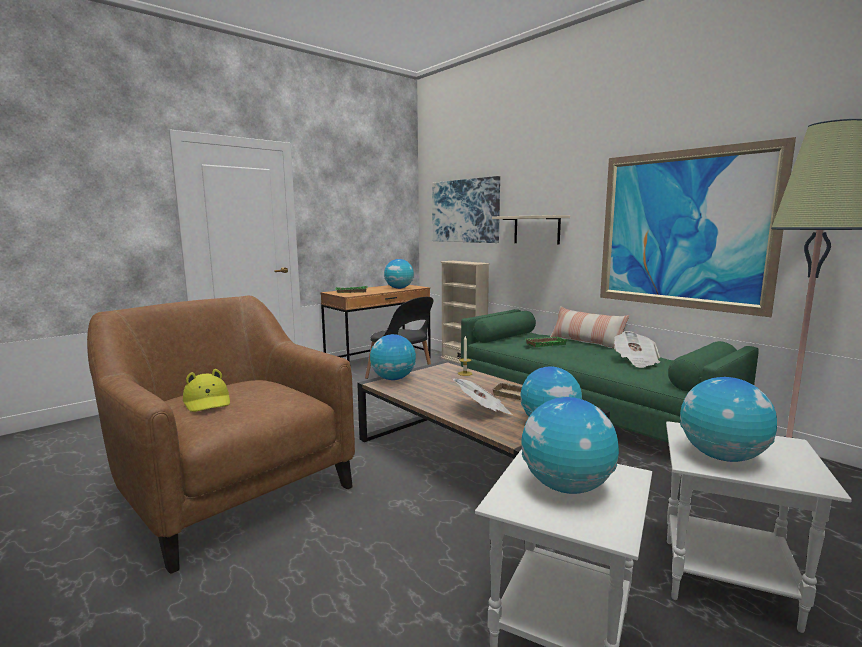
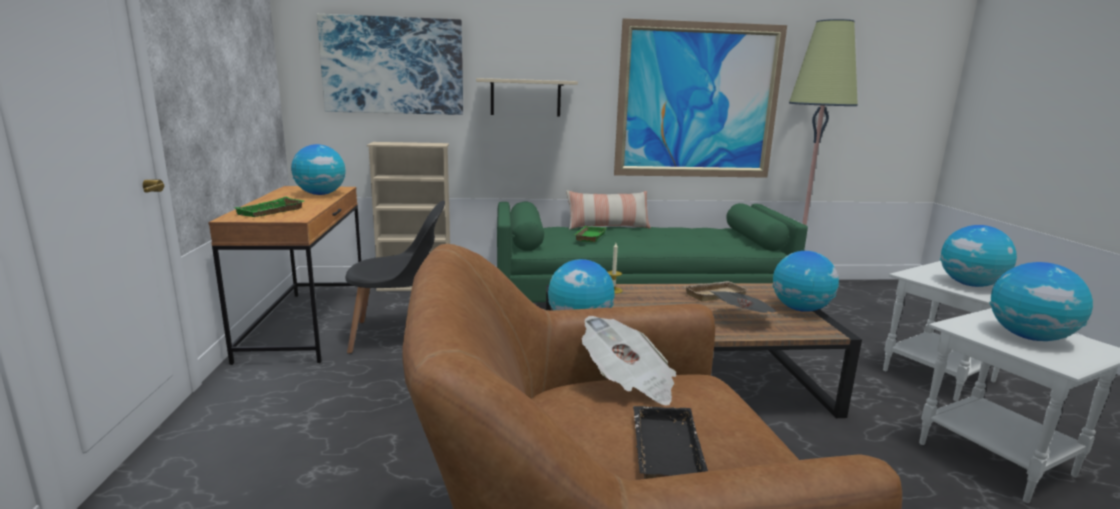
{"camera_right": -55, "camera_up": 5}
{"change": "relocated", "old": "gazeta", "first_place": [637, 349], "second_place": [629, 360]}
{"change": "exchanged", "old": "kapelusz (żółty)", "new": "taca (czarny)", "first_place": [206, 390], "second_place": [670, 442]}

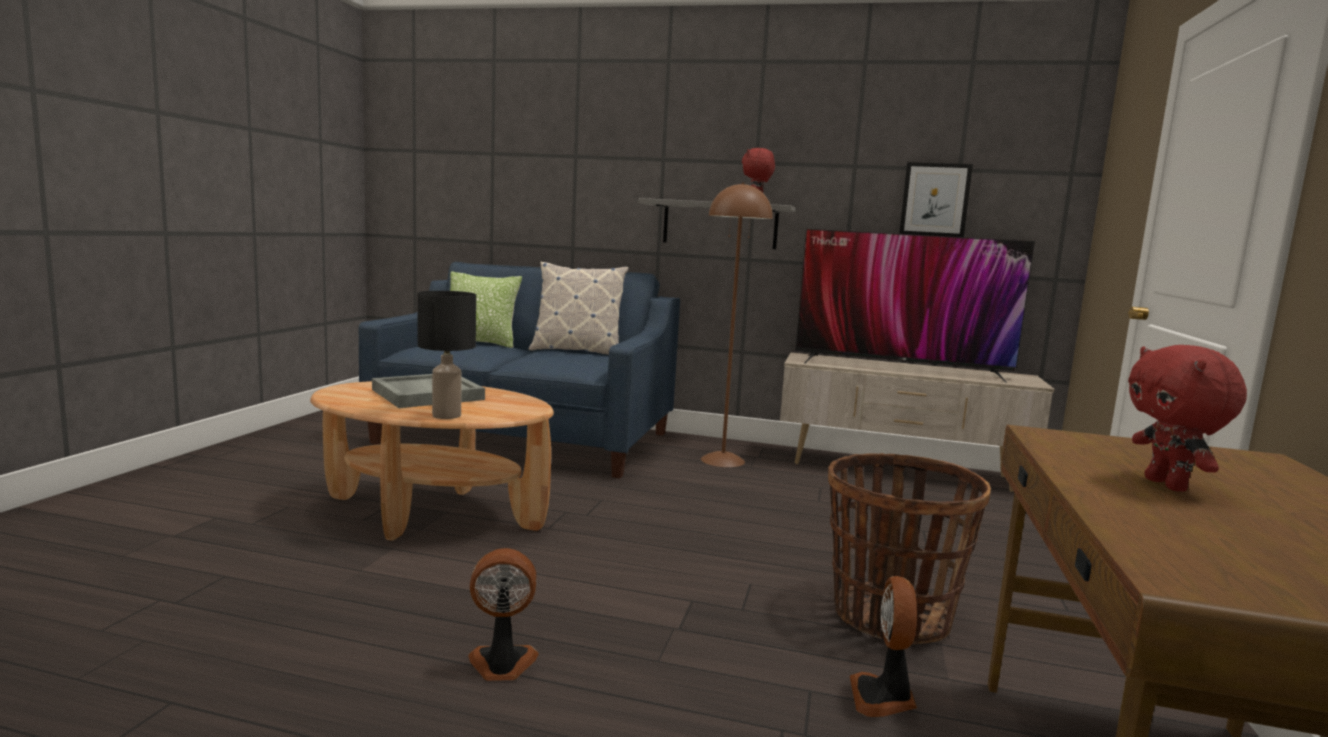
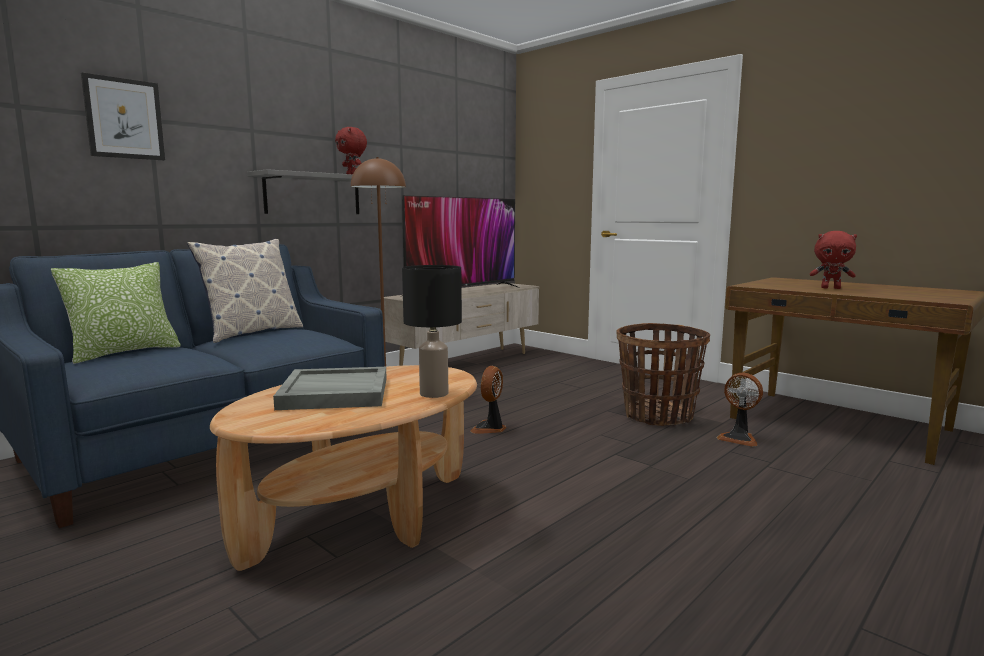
{"camera_right": -60, "camera_up": 0}
{"change": "relocated", "old": "wentylator", "first_place": [503, 614], "second_place": [488, 400]}
{"change": "relocated", "old": "obraz", "first_place": [936, 199], "second_place": [123, 116]}

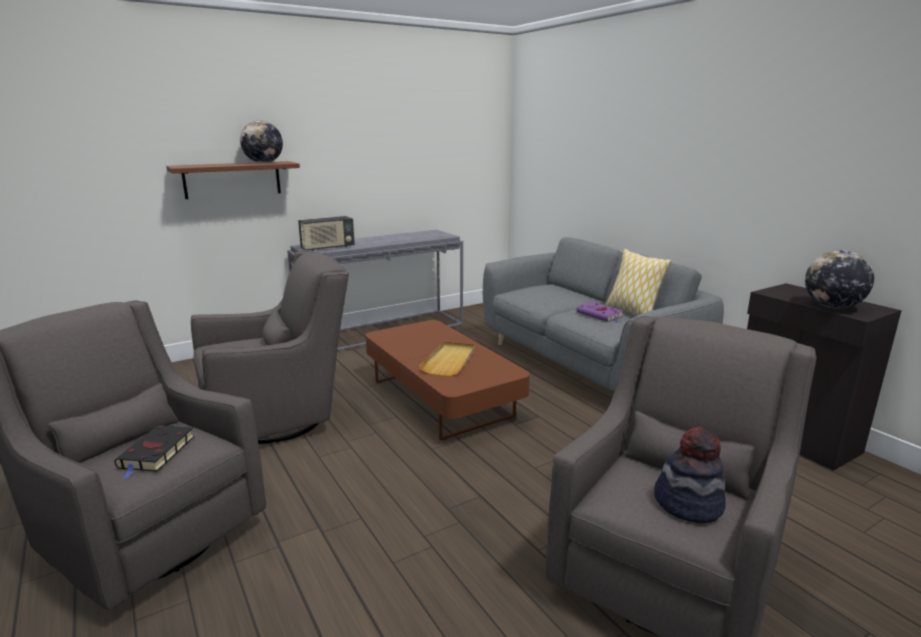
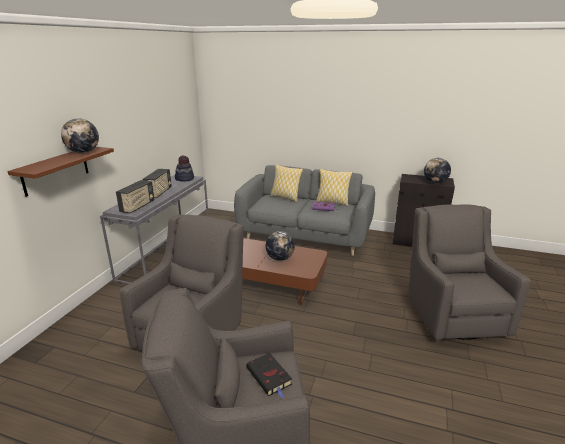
{"camera_right": -40, "camera_up": 5}
{"change": "appeared", "new": "radio", "second_place": [157, 183]}
{"change": "appeared", "new": "poduszka", "second_place": [286, 183]}
{"change": "relocated", "old": "kapelusz", "first_place": [690, 475], "second_place": [184, 168]}
{"change": "exchanged", "old": "taca (beżowy)", "new": "globus", "first_place": [447, 358], "second_place": [280, 246]}

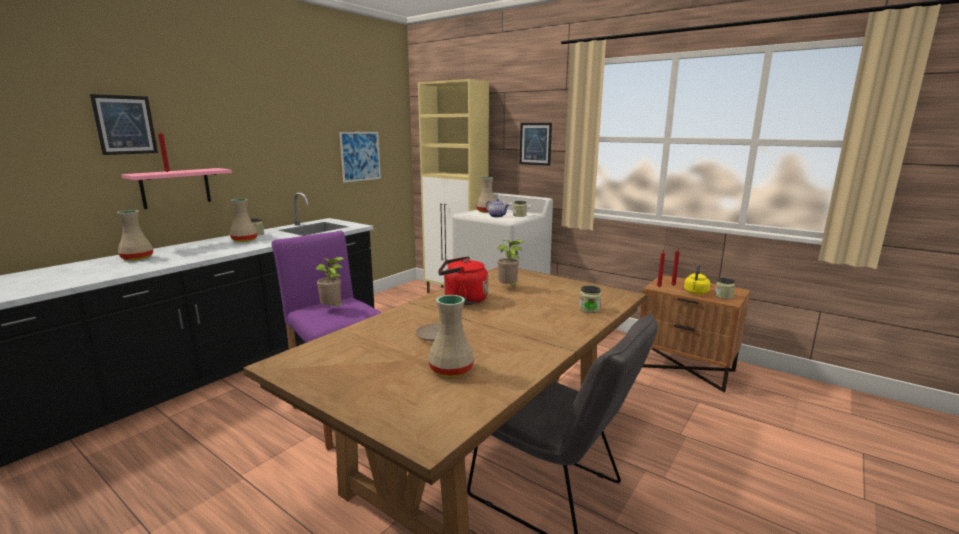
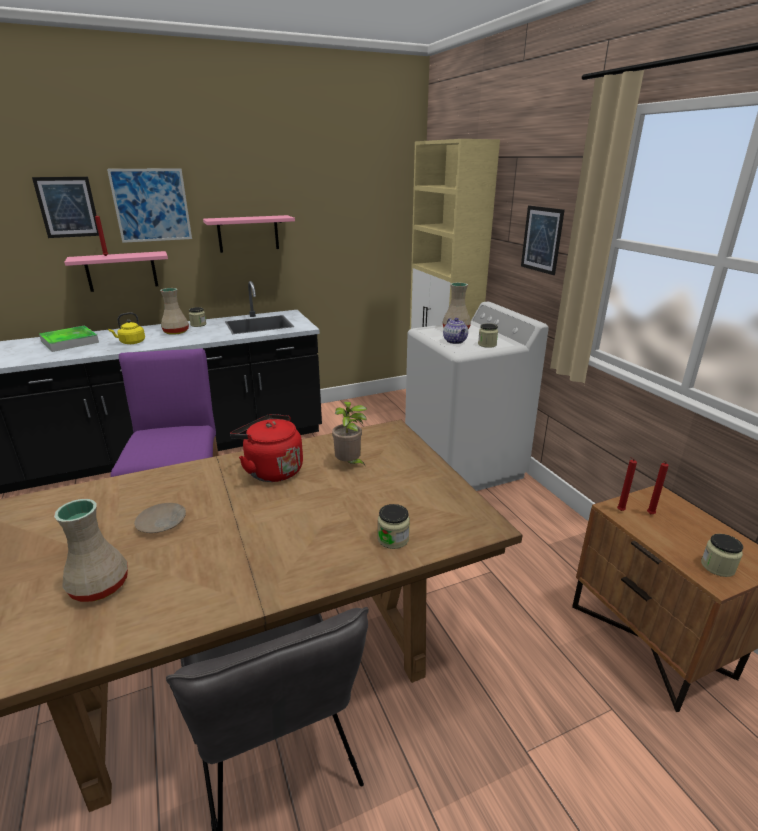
{"camera_right": 30, "camera_up": 10}
{"change": "missing", "old": "roślina doniczkowa", "first_place": [330, 281]}
{"change": "appeared", "new": "półka (różowy)", "second_place": [249, 234]}
{"change": "relocated", "old": "obraz", "first_place": [360, 157], "second_place": [149, 205]}
{"change": "relocated", "old": "czajnik (żółty)", "first_place": [697, 279], "second_place": [126, 328]}
{"change": "exchanged", "old": "wazon (beżowy)", "new": "taca", "first_place": [135, 235], "second_place": [69, 338]}

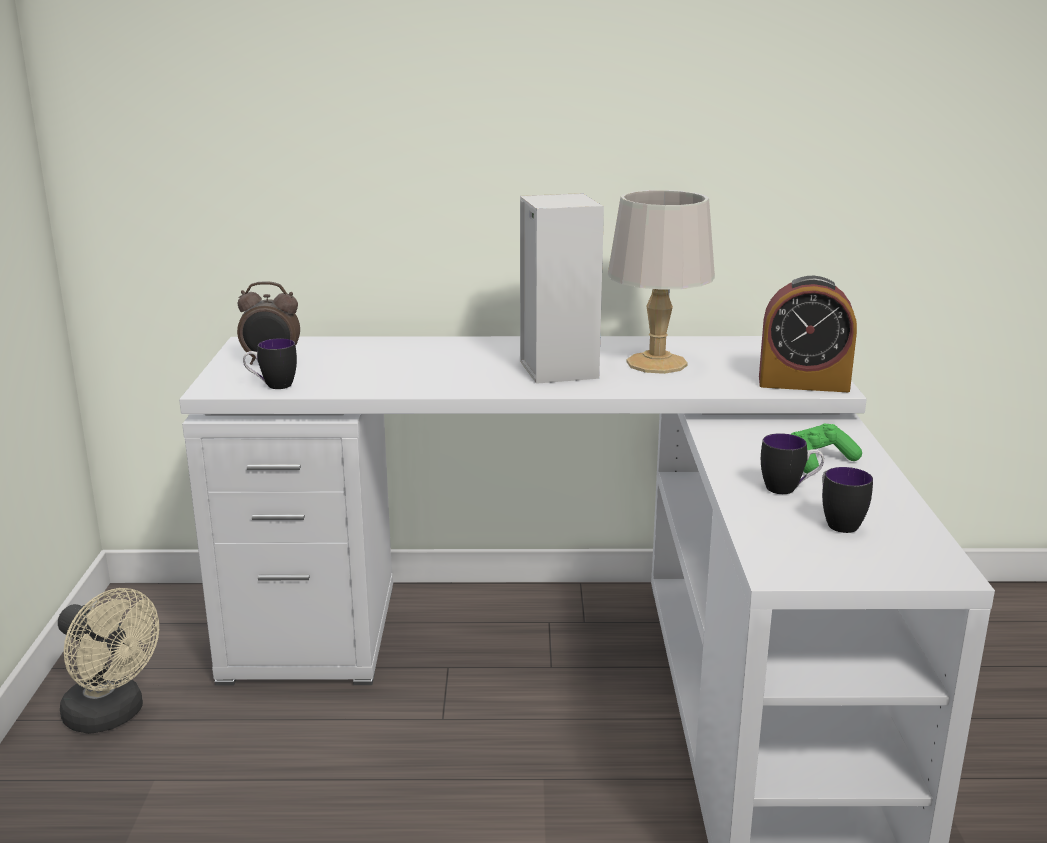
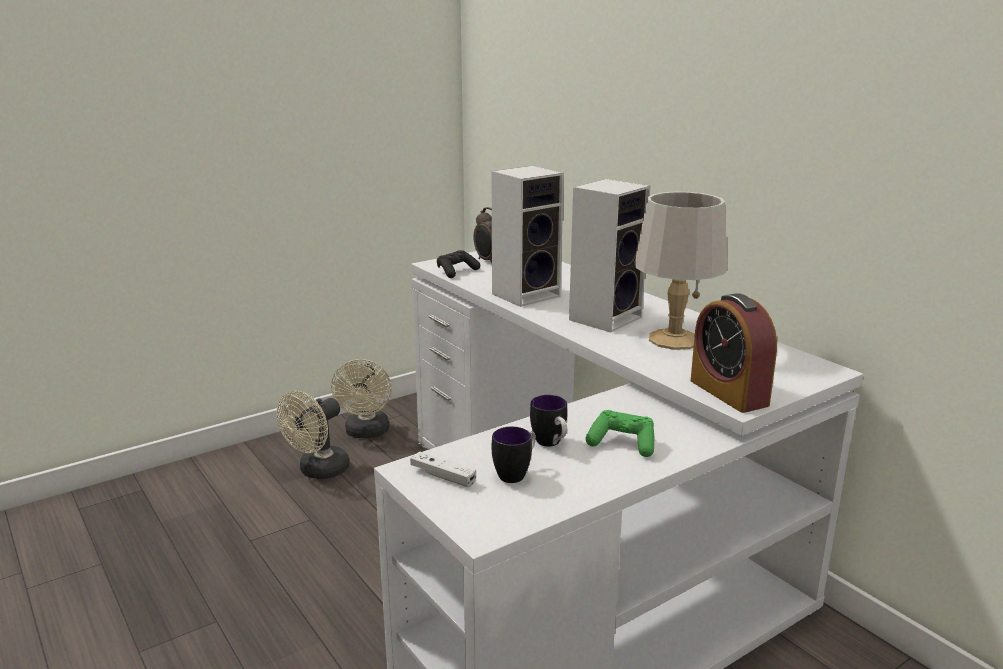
{"camera_right": 55, "camera_up": 0}
{"change": "appeared", "new": "wentylator (beżowy)", "second_place": [313, 435]}
{"change": "appeared", "new": "pad do gier (biały)", "second_place": [443, 469]}
{"change": "appeared", "new": "głośnik", "second_place": [528, 236]}
{"change": "exchanged", "old": "kubek", "new": "pad do gier (czarny)", "first_place": [270, 363], "second_place": [458, 264]}

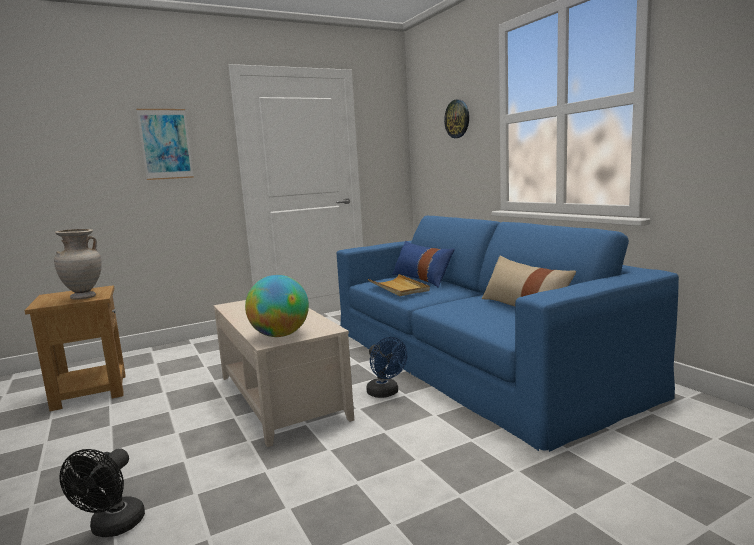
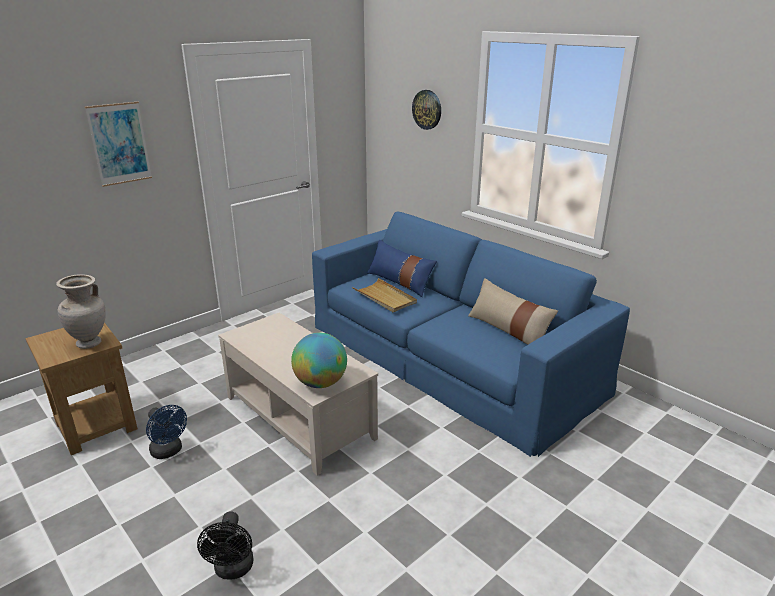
{"camera_right": -15, "camera_up": 15}
{"change": "relocated", "old": "wentylator (niebieski)", "first_place": [386, 367], "second_place": [166, 432]}

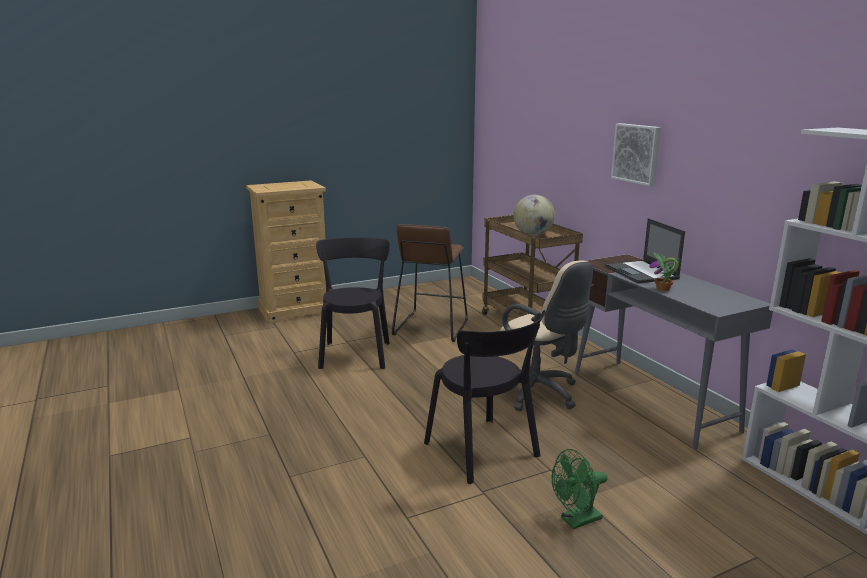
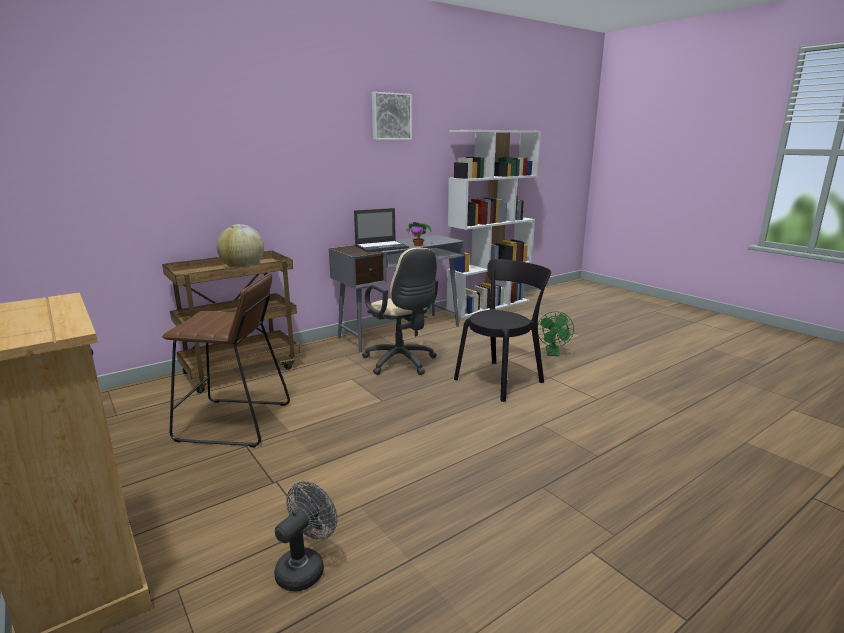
{"camera_right": -100, "camera_up": 0}
{"change": "missing", "old": "krzesło (czarny)", "first_place": [353, 303]}
{"change": "appeared", "new": "wentylator (szary)", "second_place": [305, 536]}
{"change": "relocated", "old": "obraz", "first_place": [636, 154], "second_place": [392, 116]}
{"change": "spun", "old": "krzesło biurowe (beżowy)", "first_place": [546, 336], "second_place": [400, 311], "degrees": 105}
{"change": "spun", "old": "wentylator (zielony)", "first_place": [579, 489], "second_place": [556, 333], "degrees": 45}

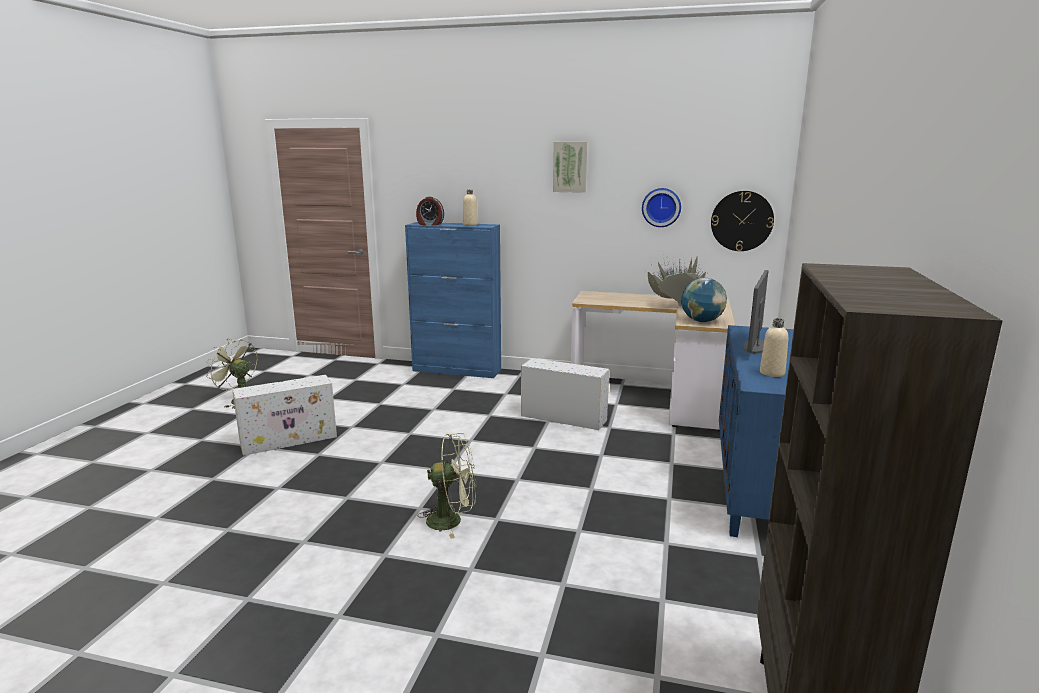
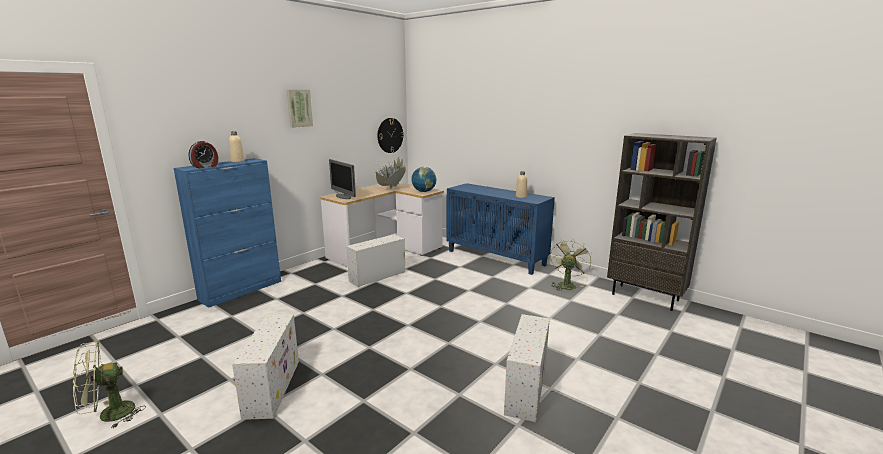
{"camera_right": -65, "camera_up": 0}
{"change": "missing", "old": "zegar ścienny", "first_place": [661, 207]}
{"change": "appeared", "new": "pojemnik do przechowywania (biały)", "second_place": [527, 368]}
{"change": "relocated", "old": "wentylator (zielony)", "first_place": [447, 486], "second_place": [571, 264]}
{"change": "relocated", "old": "monitor", "first_place": [756, 312], "second_place": [342, 179]}

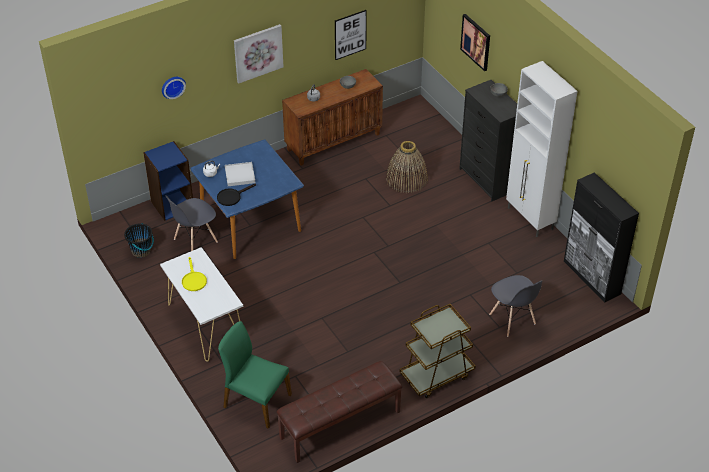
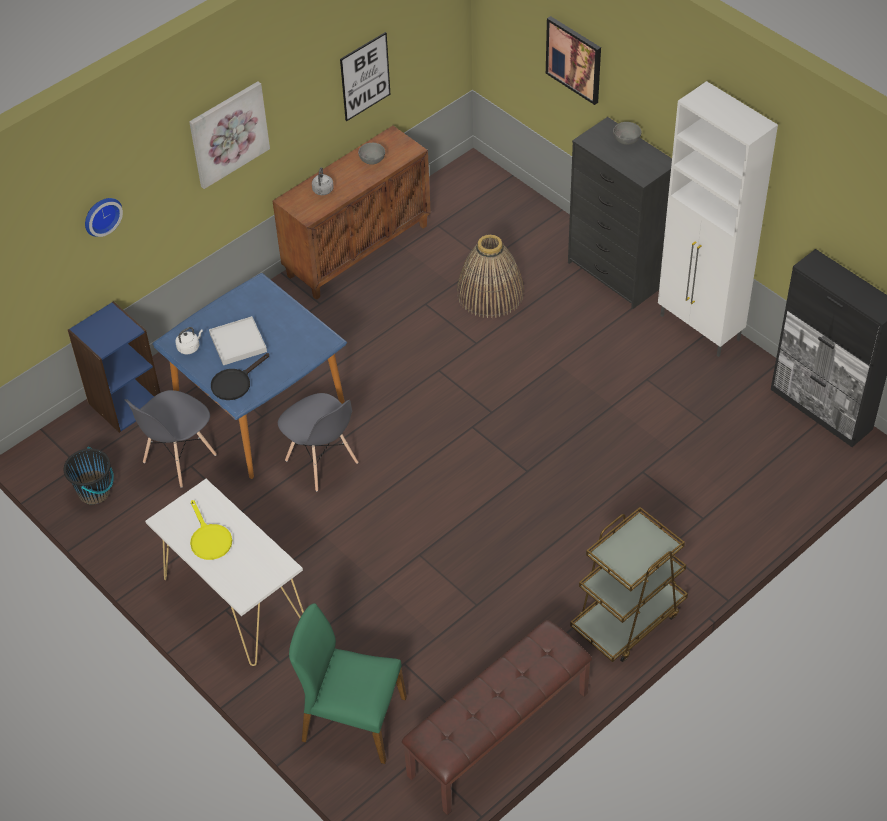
{"camera_right": -10, "camera_up": 5}
{"change": "relocated", "old": "krzesło (szary)", "first_place": [515, 306], "second_place": [318, 442]}

